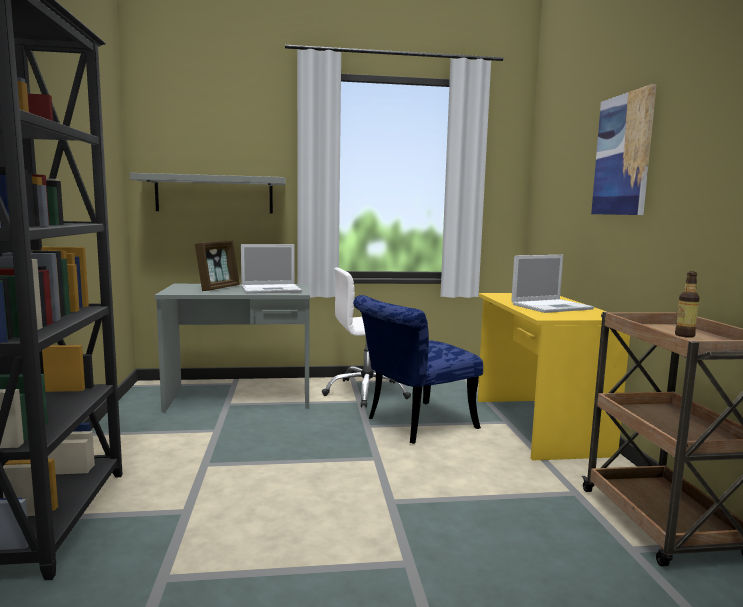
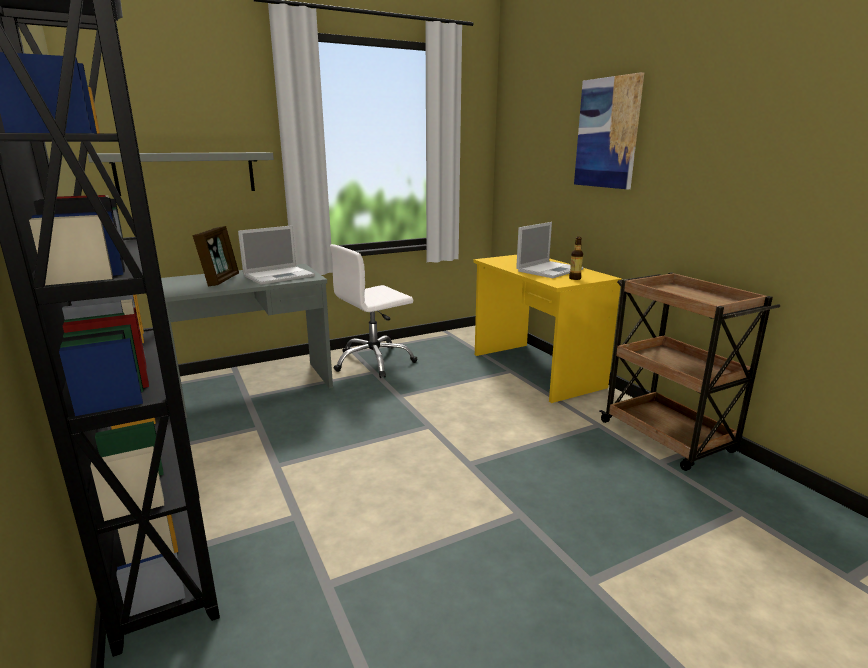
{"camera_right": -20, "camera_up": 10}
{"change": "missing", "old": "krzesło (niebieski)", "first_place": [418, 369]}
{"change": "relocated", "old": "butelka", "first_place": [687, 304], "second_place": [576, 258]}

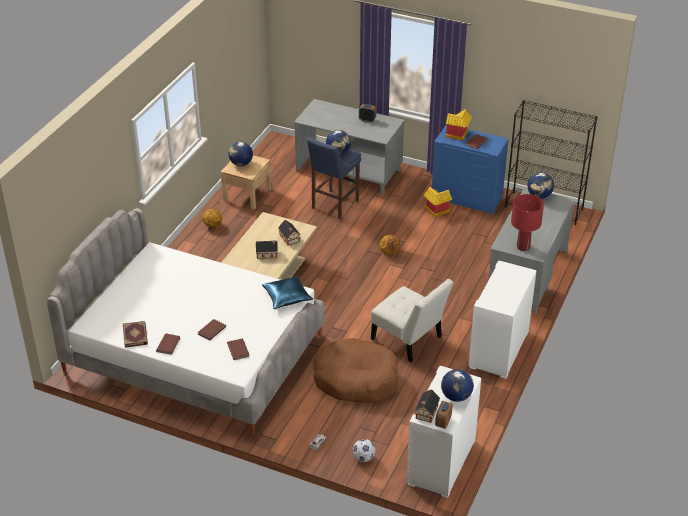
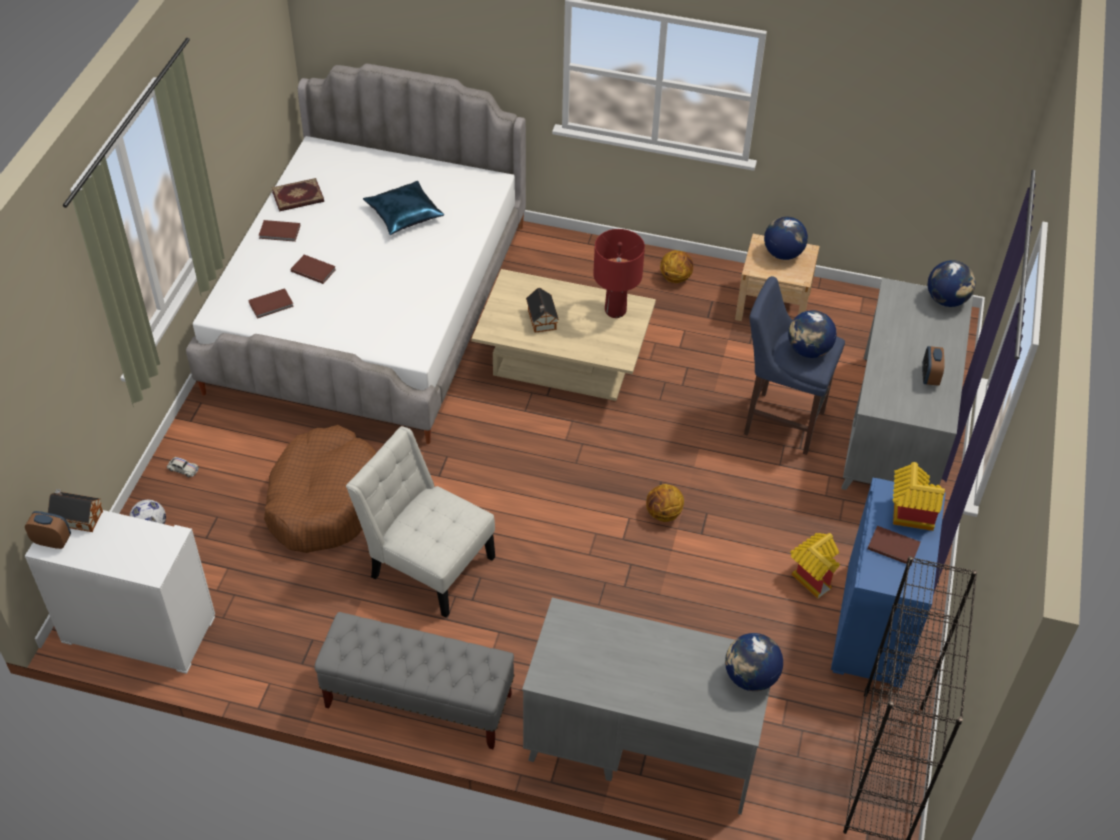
{"camera_right": 80, "camera_up": 10}
{"change": "missing", "old": "domek", "first_place": [289, 232]}
{"change": "relocated", "old": "poduszka (niebieski)", "first_place": [287, 292], "second_place": [403, 208]}
{"change": "relocated", "old": "globus", "first_place": [457, 385], "second_place": [951, 283]}
{"change": "relocated", "old": "lampa stołowa (czerwony)", "first_place": [527, 222], "second_place": [619, 273]}
{"change": "exchanged", "old": "komoda (biały)", "new": "ławka (szary)", "first_place": [503, 319], "second_place": [415, 680]}
{"change": "spun", "old": "krzesło (biały)", "first_place": [412, 320], "second_place": [420, 522], "degrees": 90}

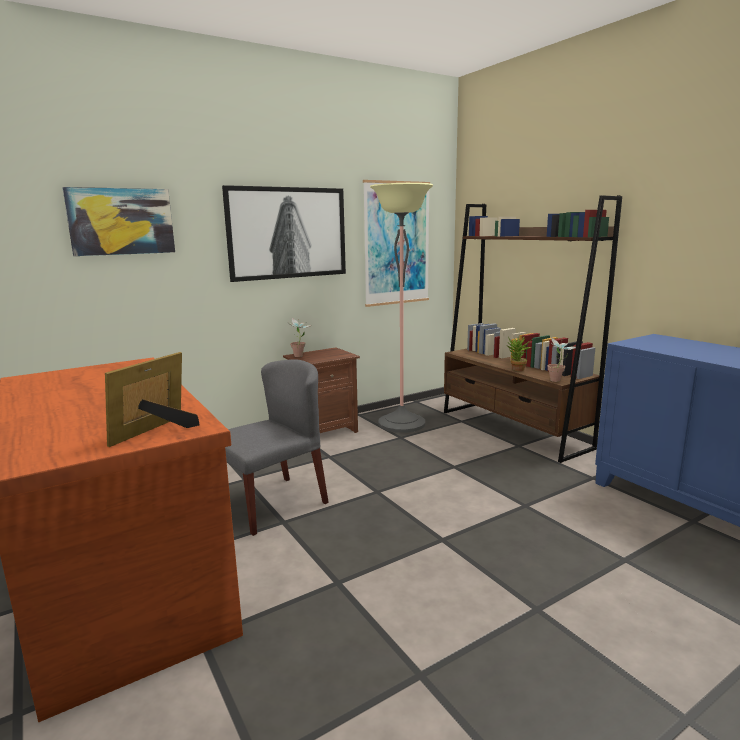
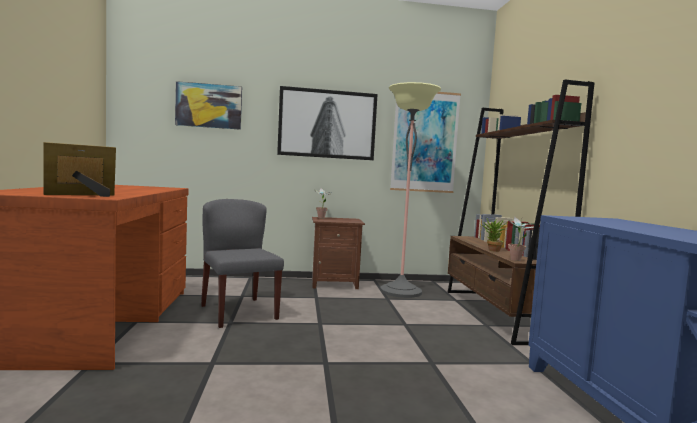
{"camera_right": 25, "camera_up": -10}
{"change": "spun", "old": "krzesło (szary)", "first_place": [277, 447], "second_place": [242, 263], "degrees": -105}

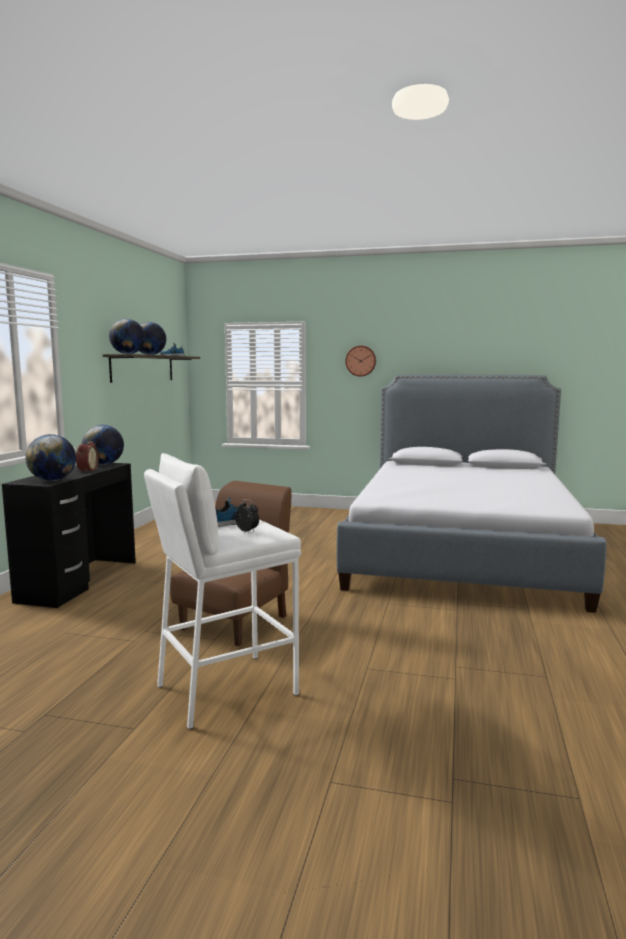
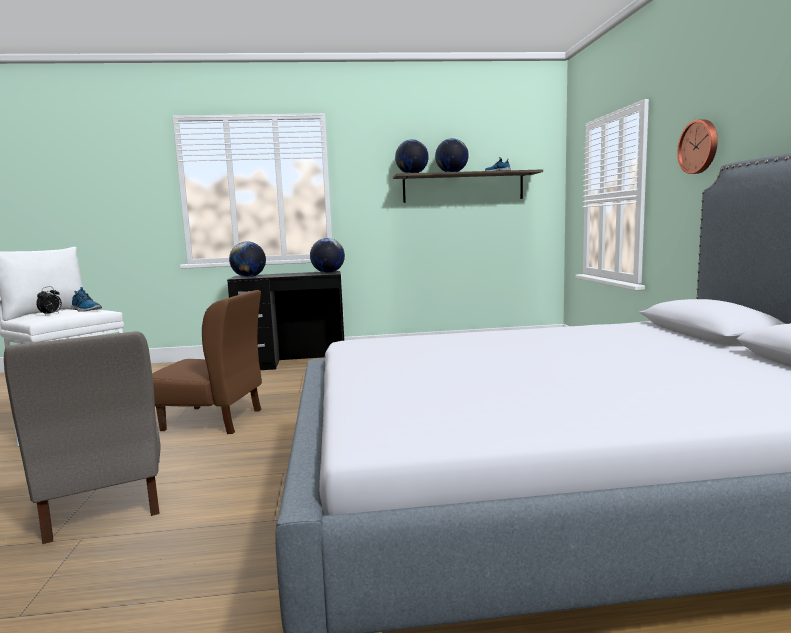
{"camera_right": 70, "camera_up": 0}
{"change": "missing", "old": "budzik", "first_place": [87, 456]}
{"change": "appeared", "new": "krzesło (szary)", "second_place": [82, 437]}

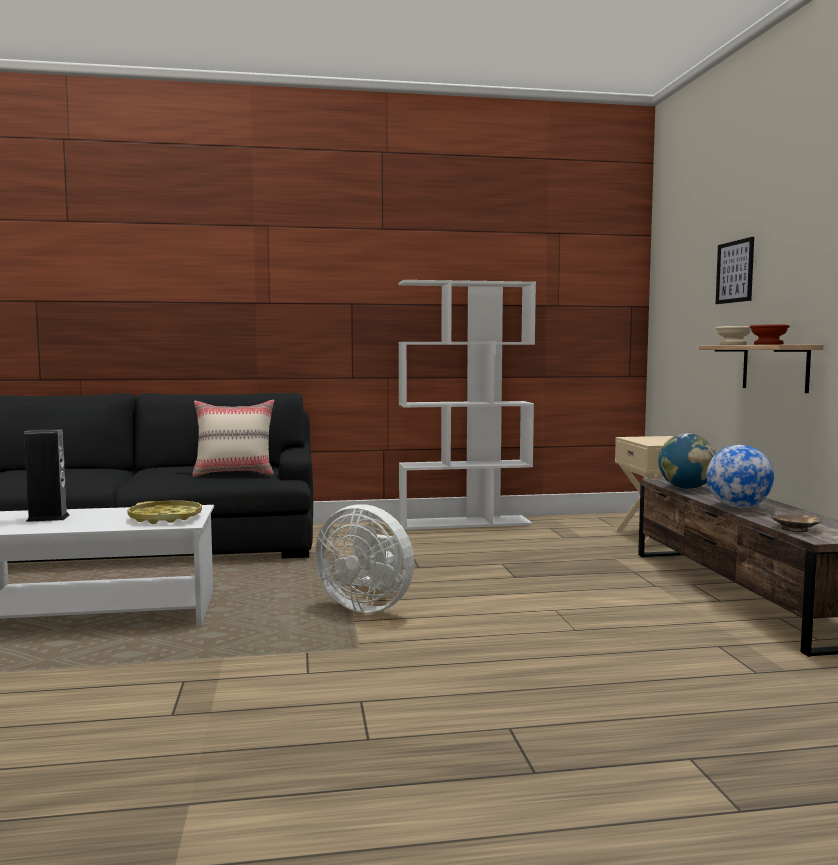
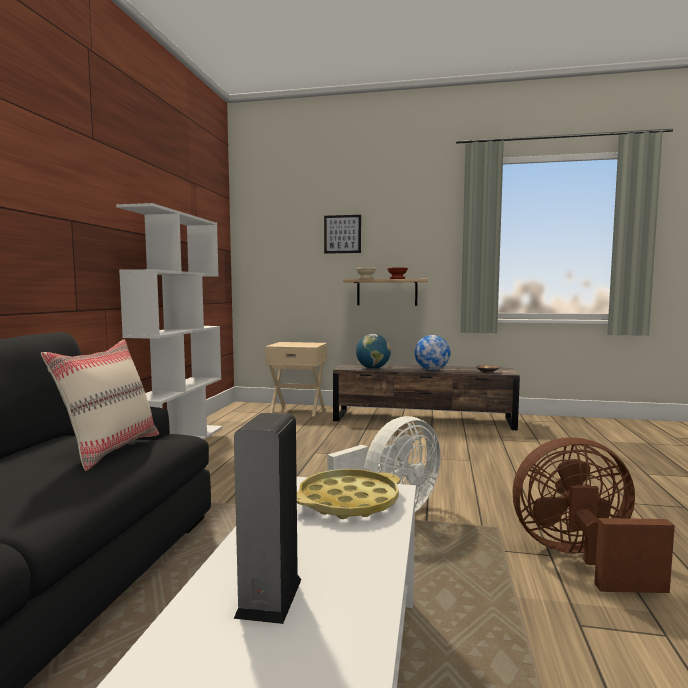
{"camera_right": -70, "camera_up": 0}
{"change": "appeared", "new": "wentylator (brązowy)", "second_place": [593, 515]}

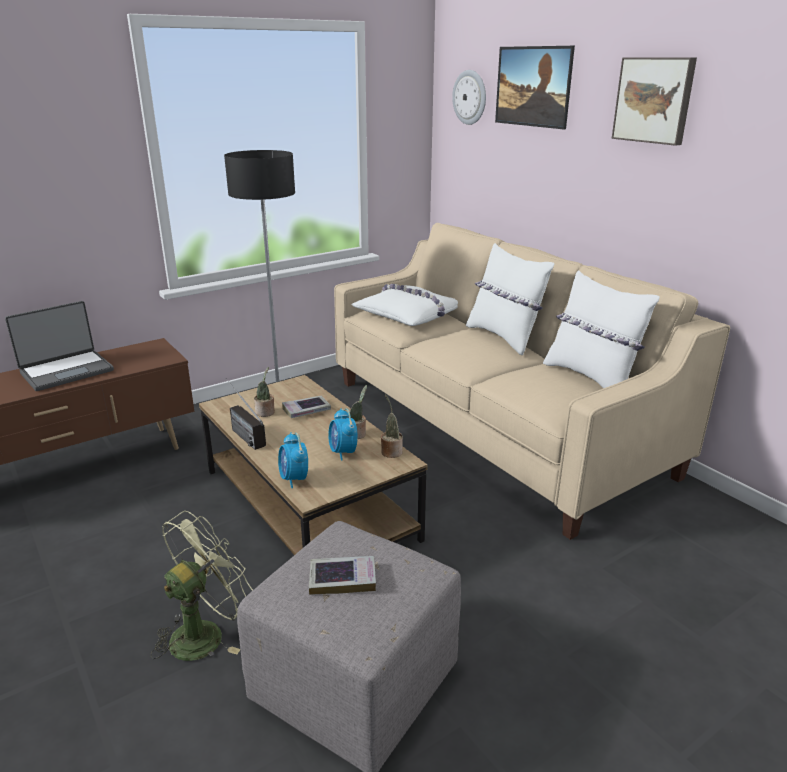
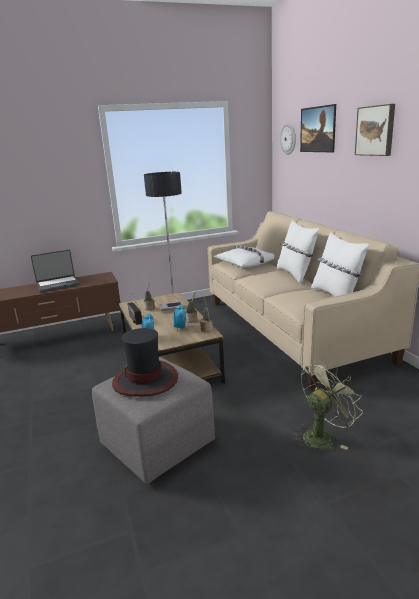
{"camera_right": 15, "camera_up": -5}
{"change": "relocated", "old": "wentylator (zielony)", "first_place": [202, 586], "second_place": [328, 405]}
{"change": "exchanged", "old": "książka", "new": "kapelusz", "first_place": [342, 575], "second_place": [145, 362]}

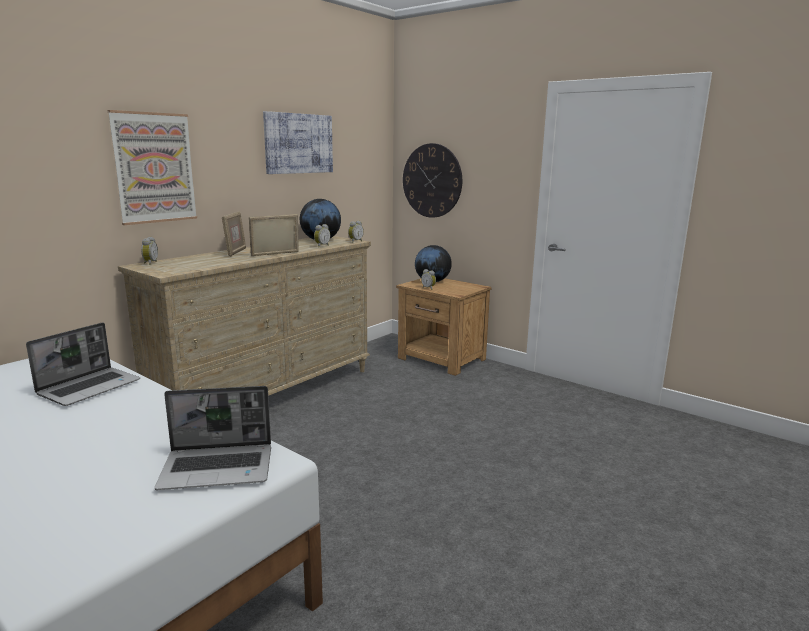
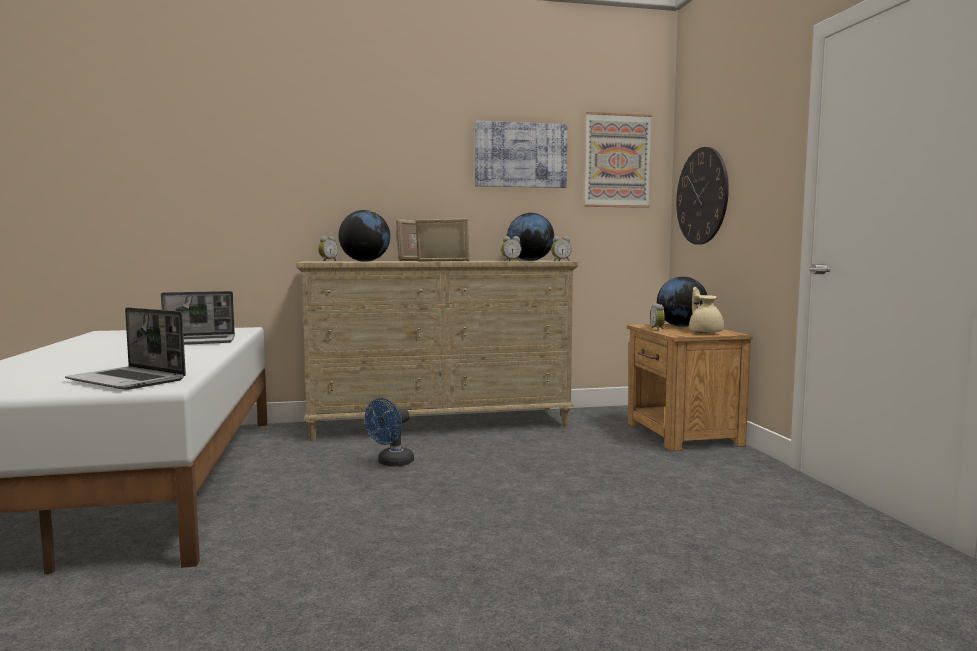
{"camera_right": 40, "camera_up": -10}
{"change": "appeared", "new": "globus", "second_place": [364, 236]}
{"change": "appeared", "new": "wentylator (niebieski)", "second_place": [389, 432]}
{"change": "appeared", "new": "imbryk (beżowy)", "second_place": [706, 310]}
{"change": "relocated", "old": "obraz", "first_place": [152, 167], "second_place": [618, 160]}

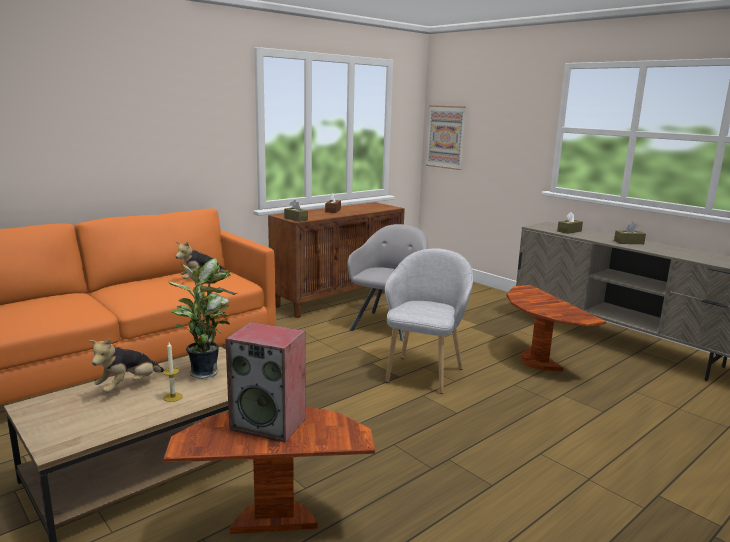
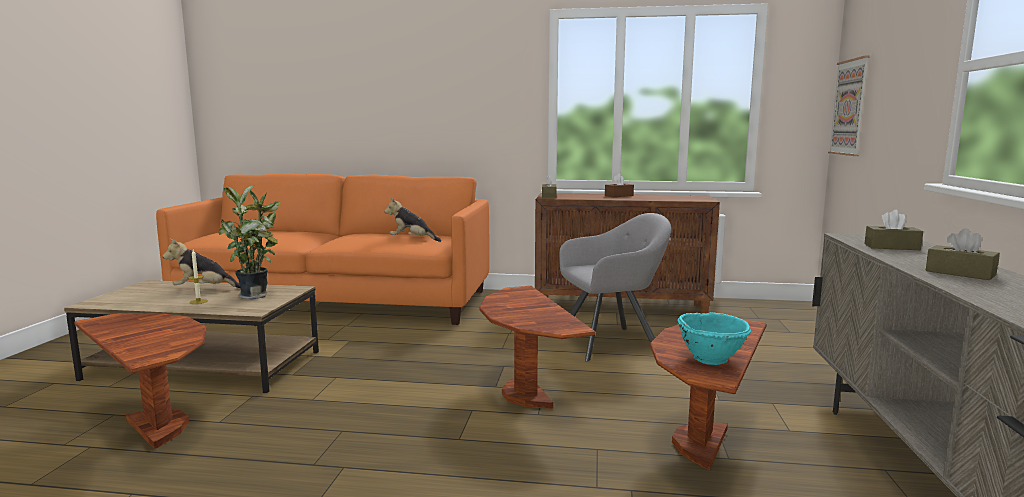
{"camera_right": 50, "camera_up": -5}
{"change": "missing", "old": "głośnik", "first_place": [266, 382]}
{"change": "appeared", "new": "miska (turkusowy)", "second_place": [714, 338]}
{"change": "exchanged", "old": "fotel (szary)", "new": "stolik (brązowy)", "first_place": [429, 321], "second_place": [537, 347]}

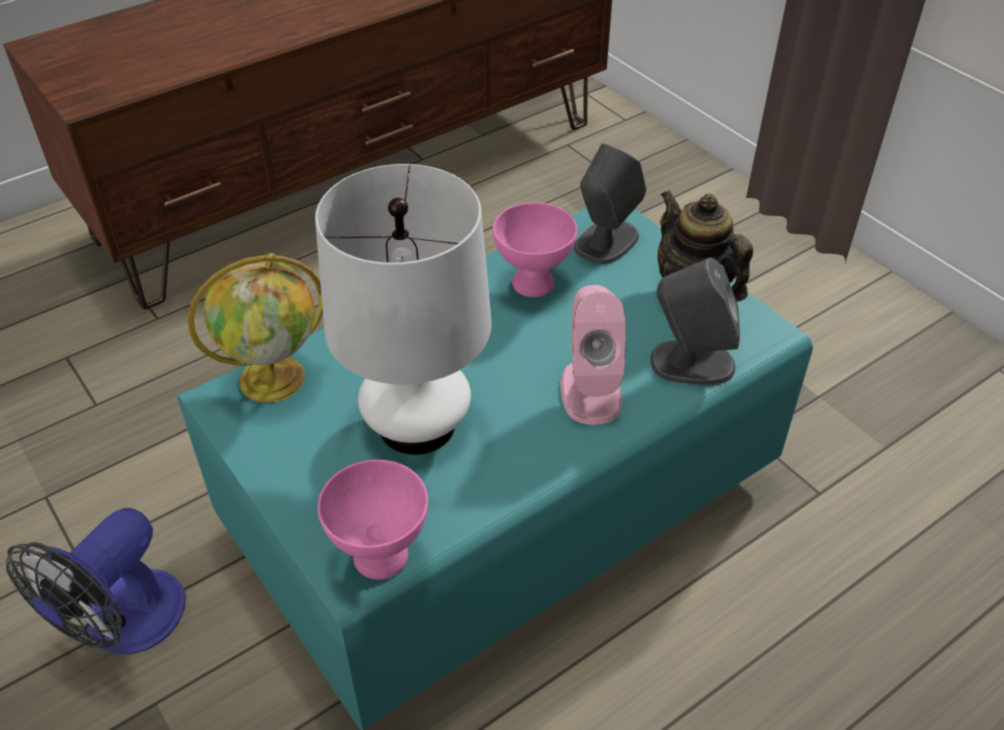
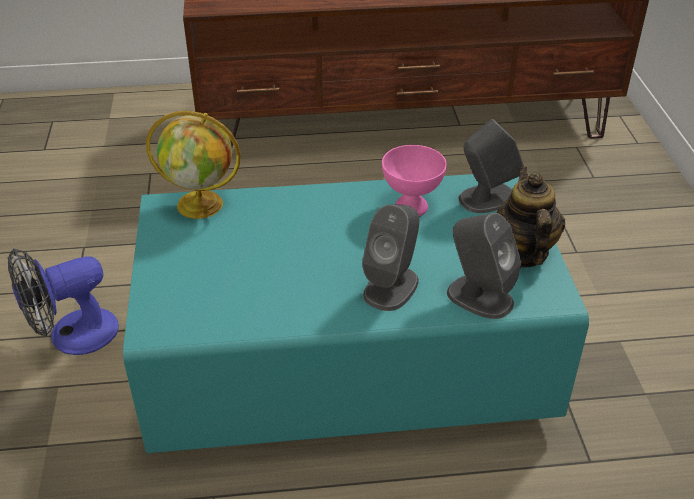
{"camera_right": 30, "camera_up": -5}
{"change": "missing", "old": "lampa stołowa (biały)", "first_place": [403, 309]}
{"change": "missing", "old": "miska (różowy)", "first_place": [373, 519]}
{"change": "colour", "old": "głośnik (różowy)", "new": "głośnik (szary)", "first_place": [593, 355], "second_place": [391, 258]}

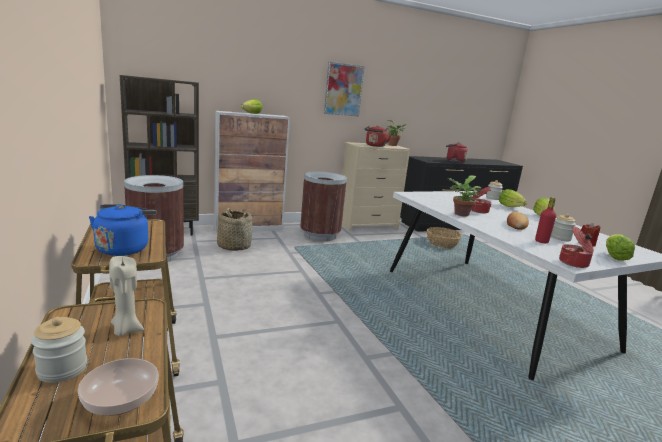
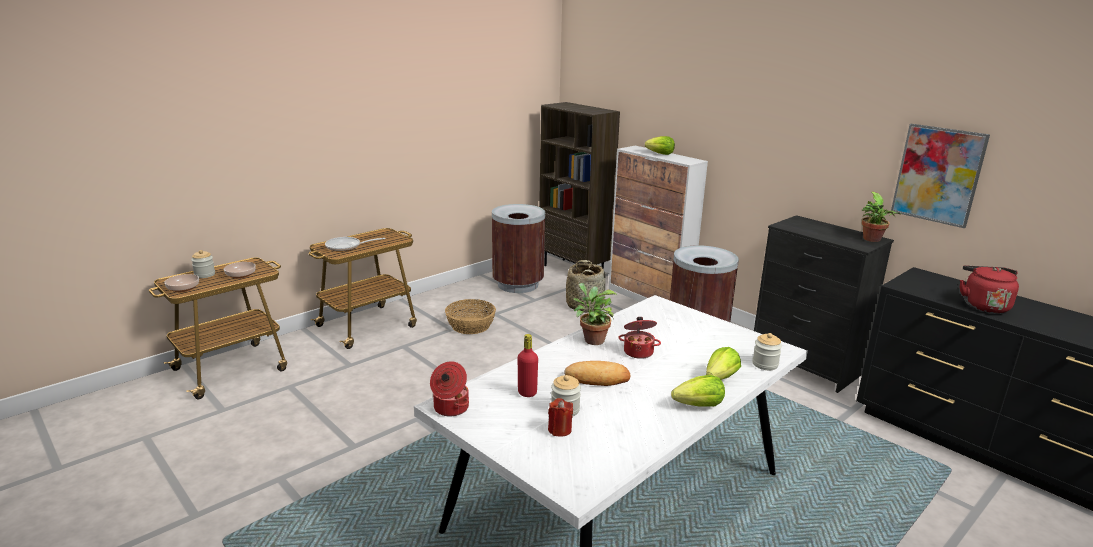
{"camera_right": 70, "camera_up": 5}
{"change": "missing", "old": "czajnik (czerwony)", "first_place": [378, 136]}
{"change": "missing", "old": "sałata", "first_place": [620, 247]}
{"change": "relocated", "old": "obraz", "first_place": [344, 89], "second_place": [940, 176]}
{"change": "relocated", "old": "koszyk", "first_place": [444, 237], "second_place": [470, 316]}
{"change": "exchanged", "old": "czajnik (niebieski)", "new": "patelnia", "first_place": [122, 230], "second_place": [355, 244]}
{"change": "exchanged", "old": "świeca (beżowy)", "new": "miska", "first_place": [126, 296], "second_place": [240, 270]}
{"change": "colour", "old": "komoda (beżowy)", "new": "komoda (czarny)", "first_place": [376, 186], "second_place": [824, 304]}

